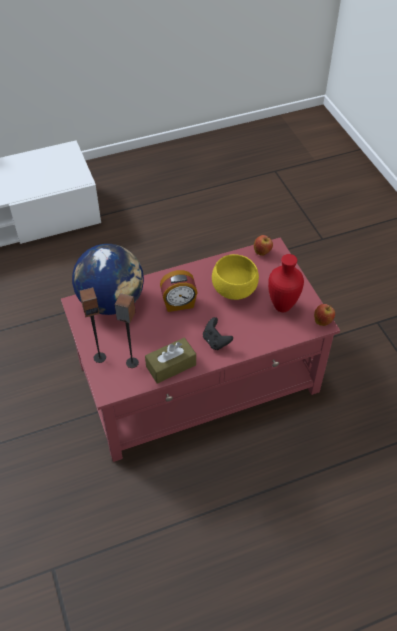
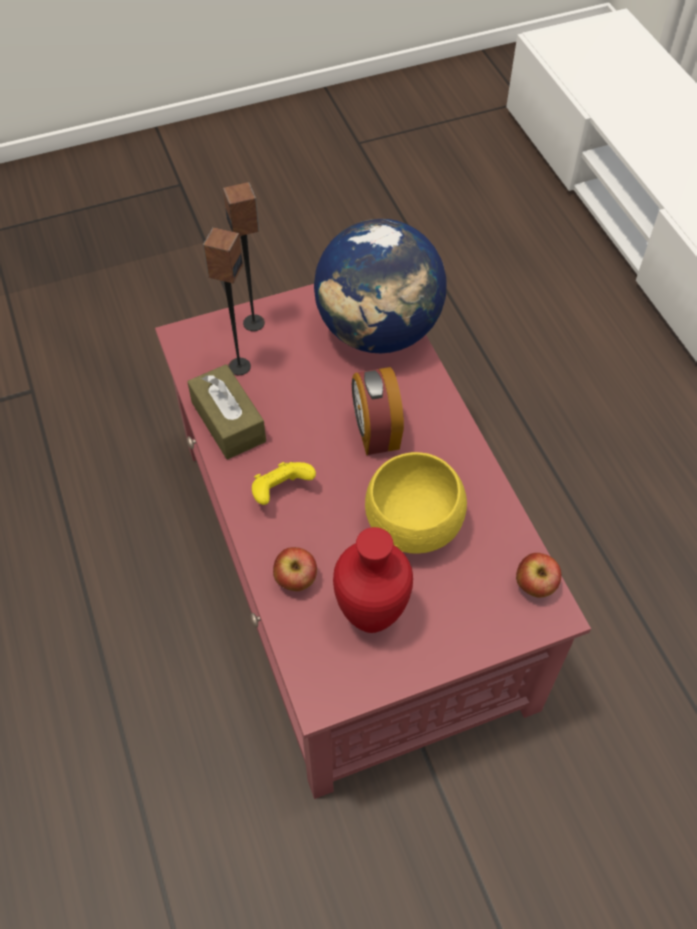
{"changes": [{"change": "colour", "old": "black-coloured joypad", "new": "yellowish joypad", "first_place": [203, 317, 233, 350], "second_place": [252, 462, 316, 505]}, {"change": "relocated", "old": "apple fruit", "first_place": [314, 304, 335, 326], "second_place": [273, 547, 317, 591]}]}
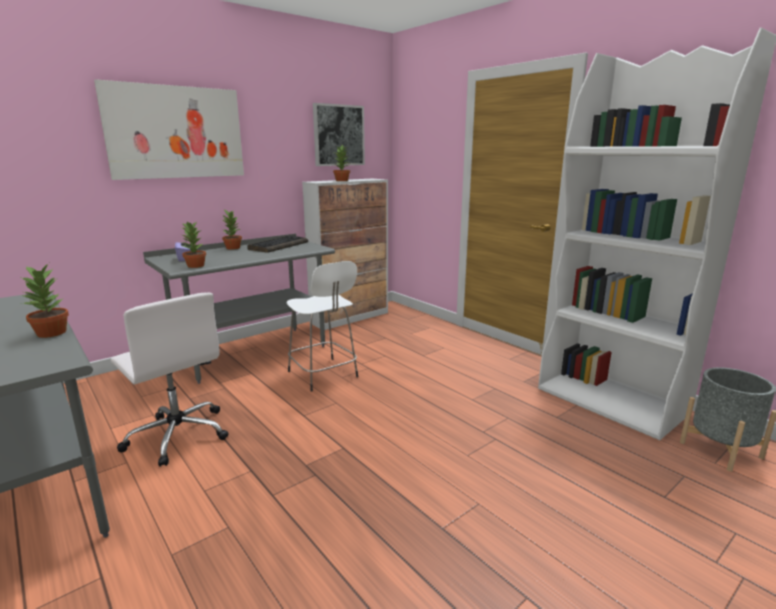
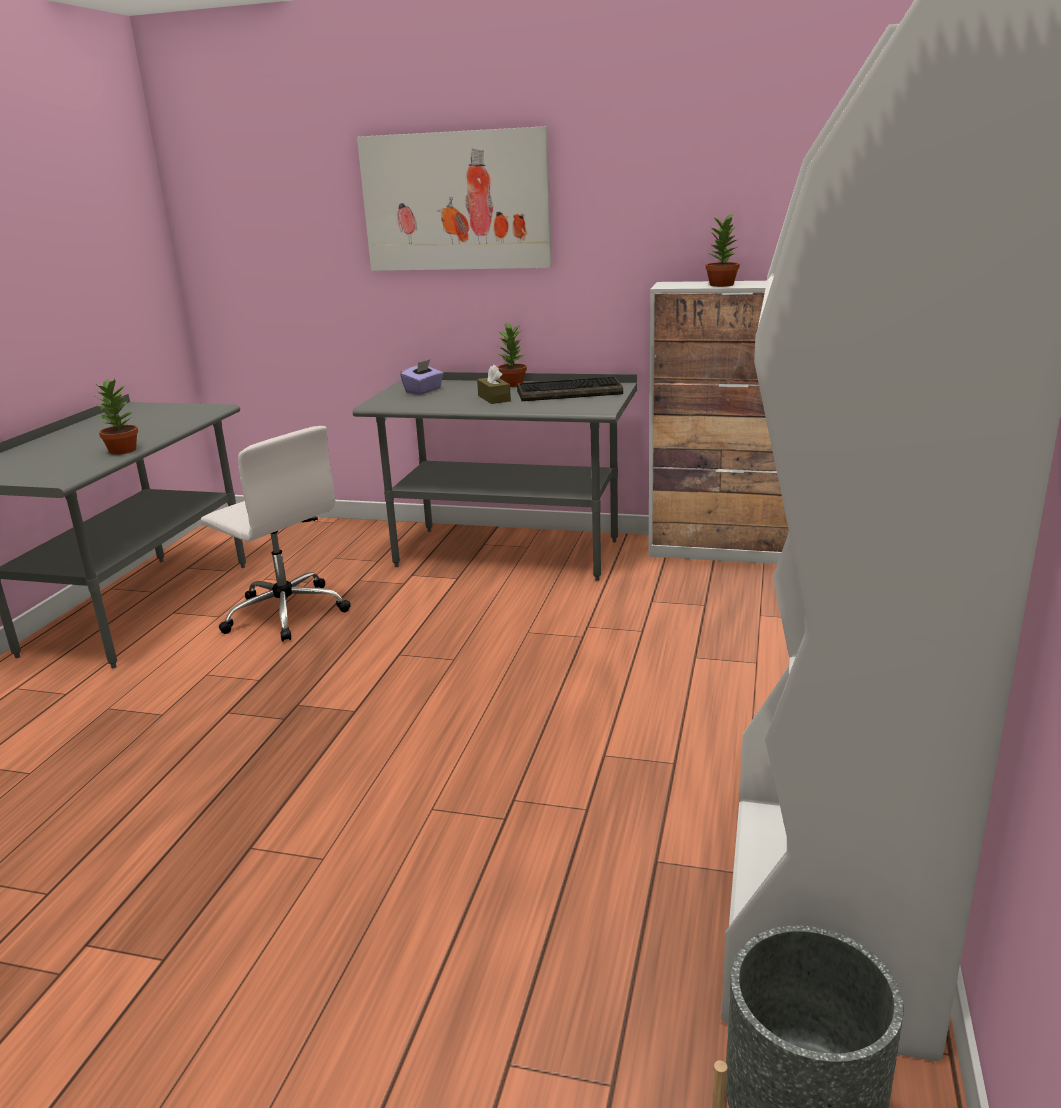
{"changes": [{"change": "spun", "old": "whitish office chair", "first_place": [111, 292, 228, 467], "second_place": [200, 426, 351, 642], "degrees": -60}, {"change": "appeared", "new": "brownish box of tissues", "second_place": [477, 365, 511, 404]}, {"change": "missing", "old": "houseplant", "first_place": [182, 222, 206, 268]}, {"change": "missing", "old": "whitish stool seat", "first_place": [287, 261, 358, 391]}, {"change": "missing", "old": "wall art", "first_place": [313, 103, 365, 166]}]}
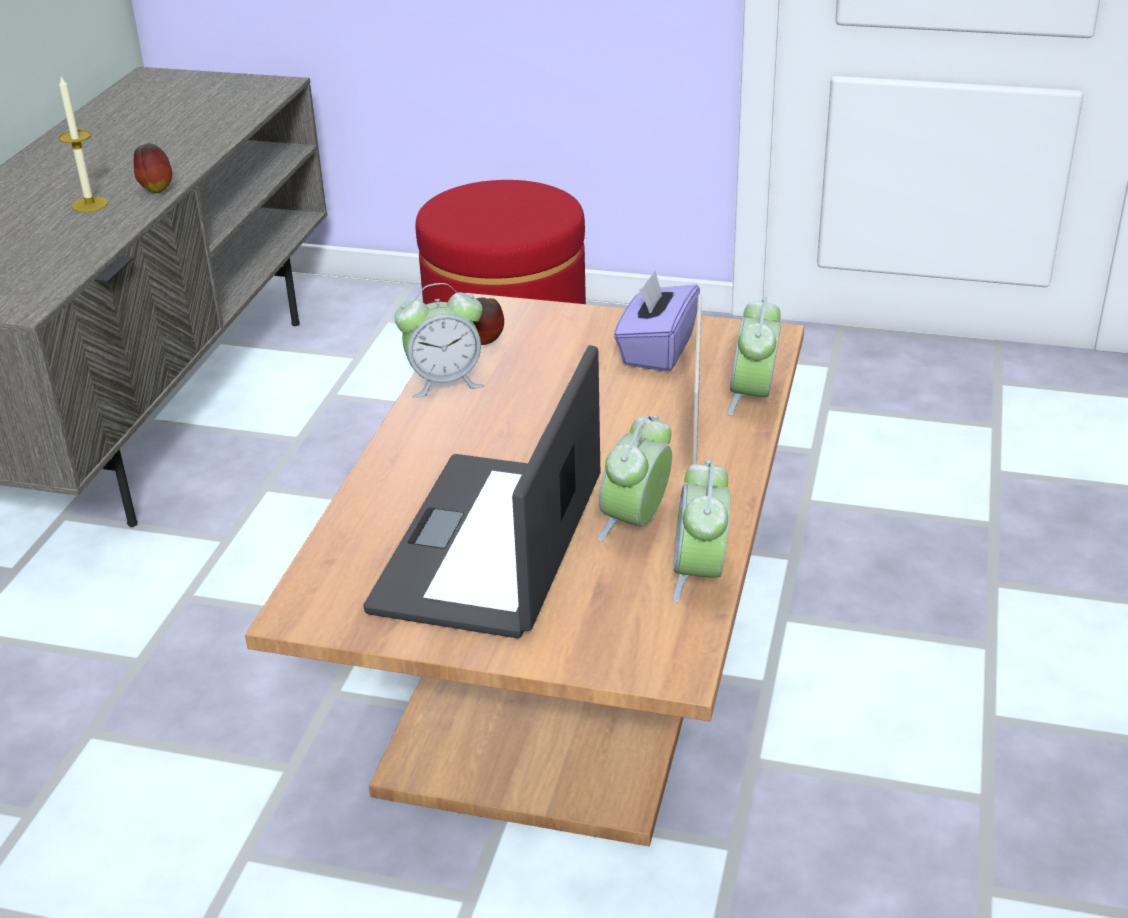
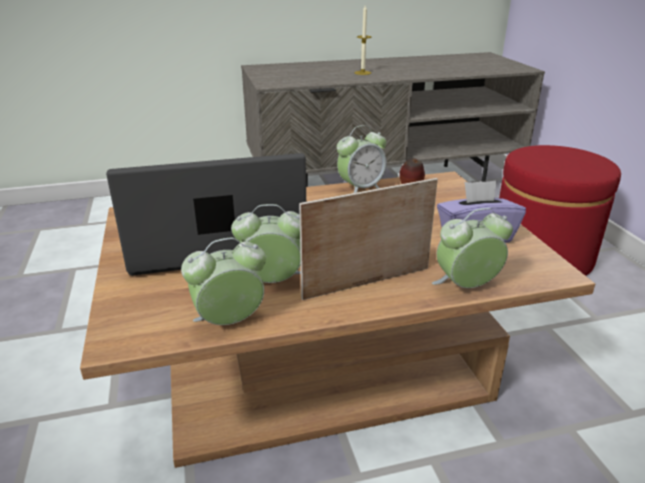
{"changes": [{"change": "spun", "old": "alarm clock", "first_place": [394, 283, 485, 398], "second_place": [337, 125, 387, 193], "degrees": -75}, {"change": "missing", "old": "apple fruit", "first_place": [134, 143, 172, 193]}]}
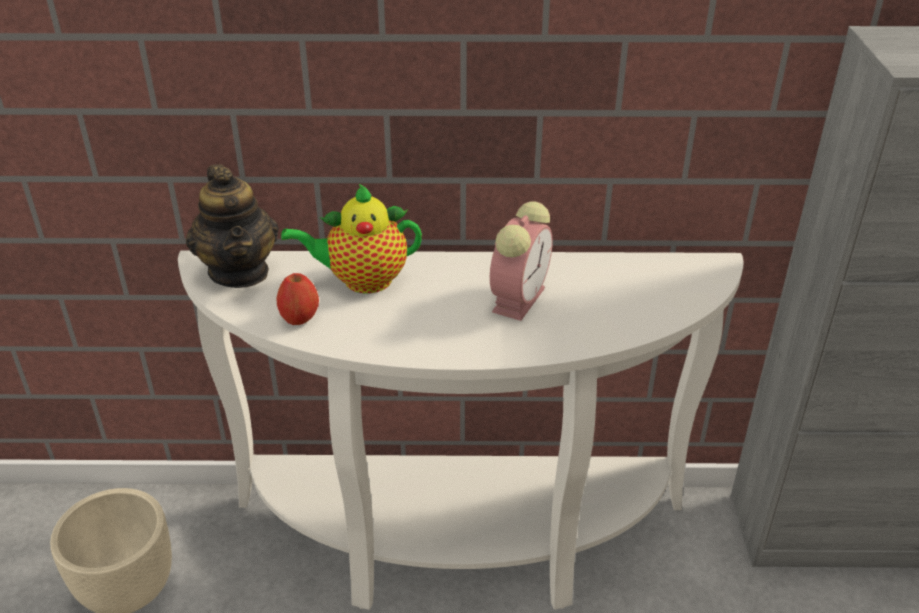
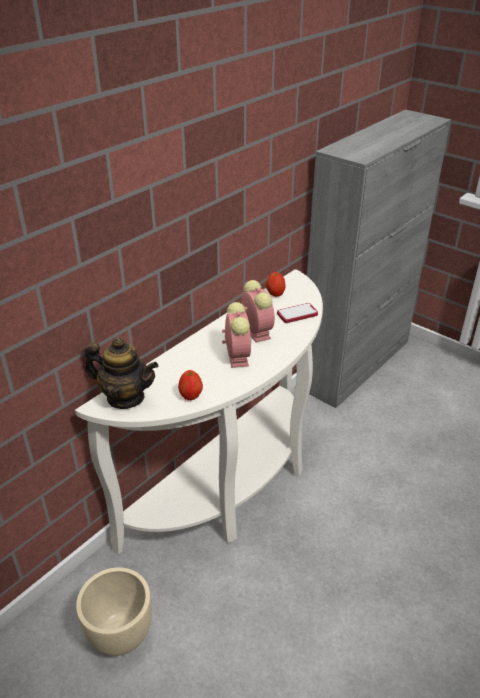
{"changes": [{"change": "appeared", "new": "alarm clock", "second_place": [222, 302, 251, 368]}, {"change": "appeared", "new": "apple fruit", "second_place": [266, 272, 286, 297]}, {"change": "appeared", "new": "handset", "second_place": [277, 303, 318, 323]}, {"change": "missing", "old": "pot for tea", "first_place": [281, 184, 422, 293]}]}
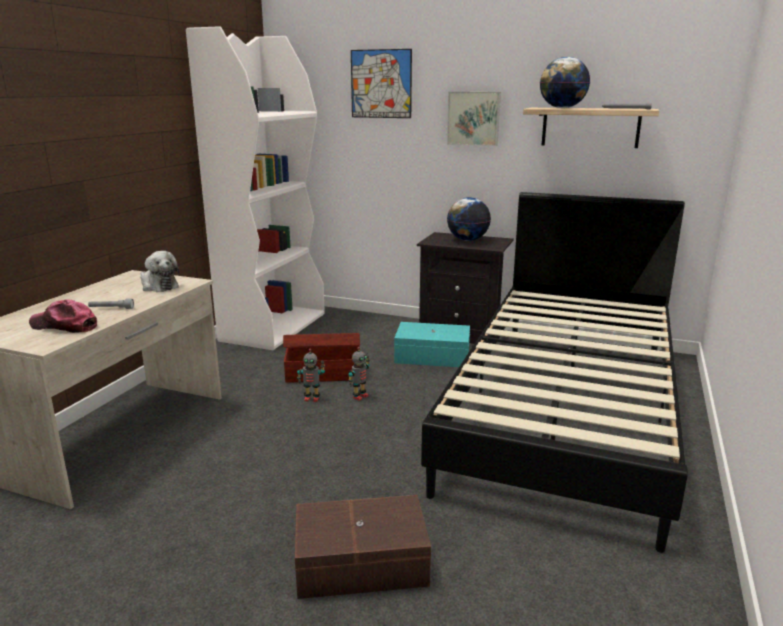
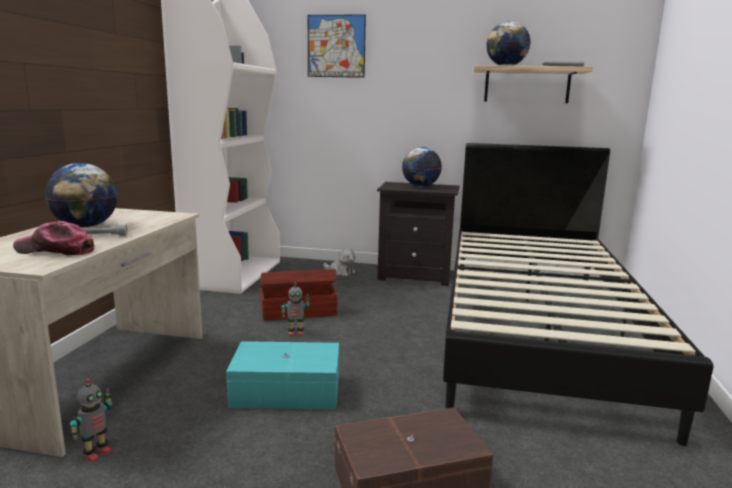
{"changes": [{"change": "appeared", "new": "globe", "second_place": [45, 163, 118, 228]}, {"change": "relocated", "old": "model robot", "first_place": [348, 347, 370, 401], "second_place": [70, 379, 112, 462]}, {"change": "relocated", "old": "turquoise storage container", "first_place": [394, 322, 470, 367], "second_place": [226, 341, 339, 409]}, {"change": "relocated", "old": "plush toy", "first_place": [140, 251, 179, 292], "second_place": [323, 249, 356, 276]}, {"change": "missing", "old": "wall art", "first_place": [447, 92, 501, 146]}]}
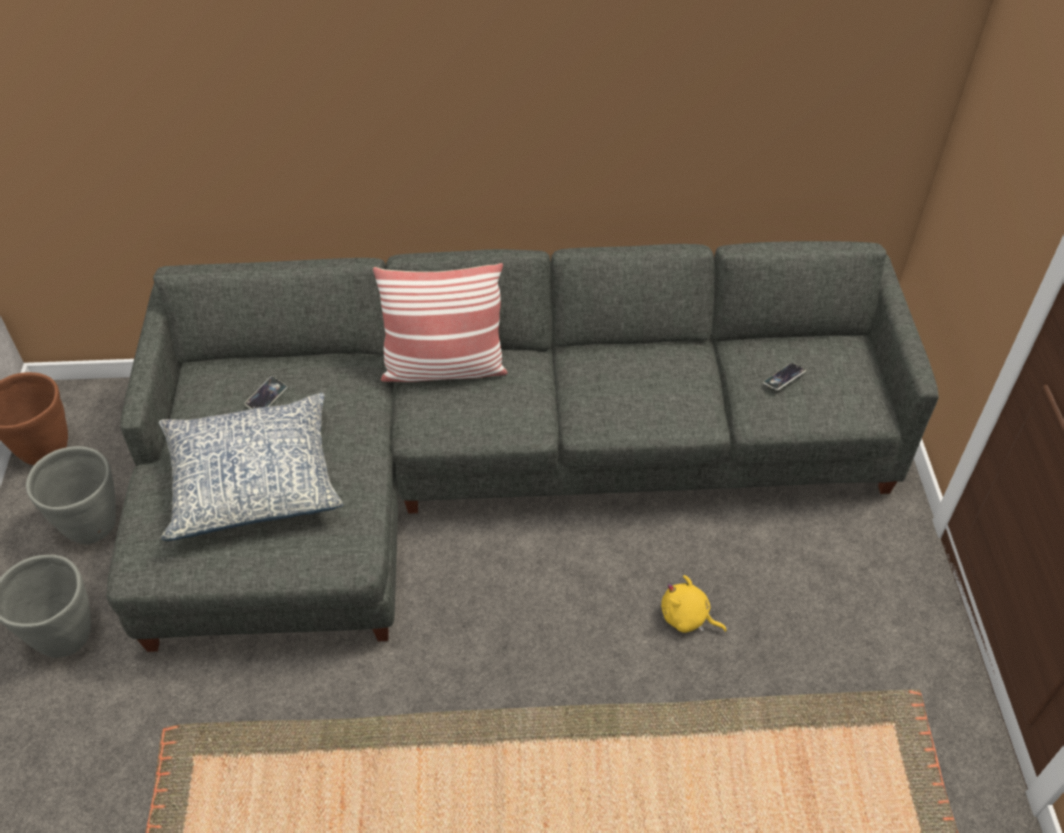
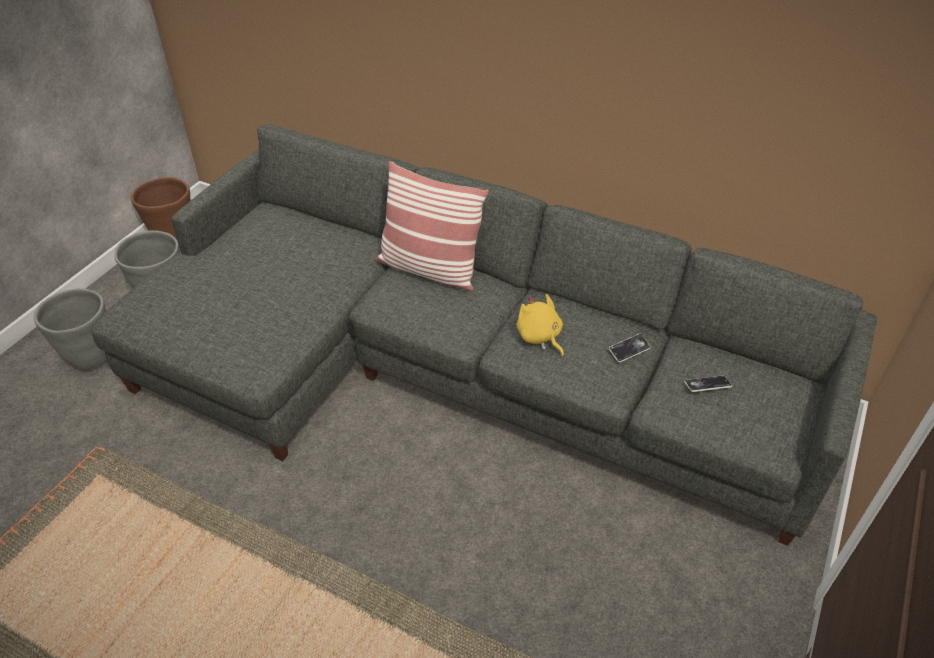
{"changes": [{"change": "relocated", "old": "yellowish plush toy", "first_place": [661, 575, 727, 633], "second_place": [517, 294, 564, 357]}, {"change": "relocated", "old": "handset", "first_place": [245, 376, 287, 409], "second_place": [609, 334, 651, 363]}, {"change": "missing", "old": "cushion", "first_place": [159, 393, 344, 541]}]}
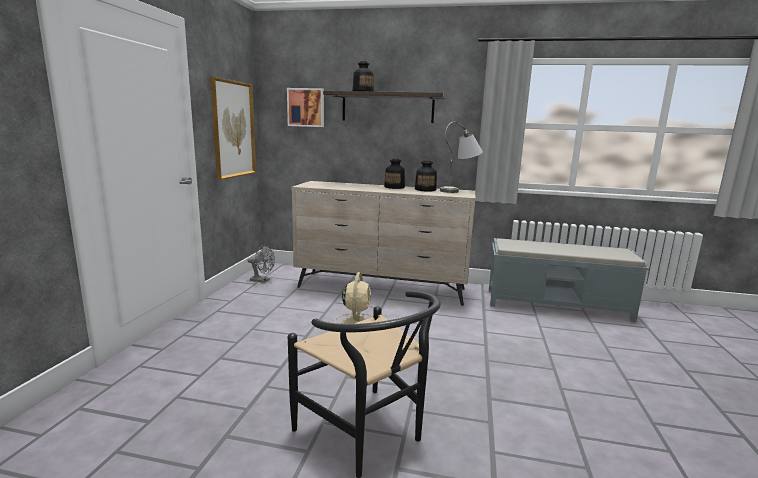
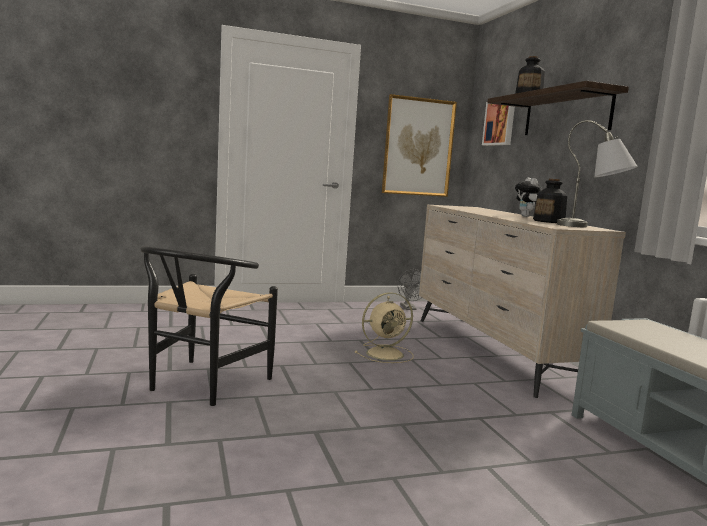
{"changes": [{"change": "exchanged", "old": "drink bottle", "new": "plush toy", "first_place": [384, 158, 405, 189], "second_place": [515, 178, 542, 217]}]}
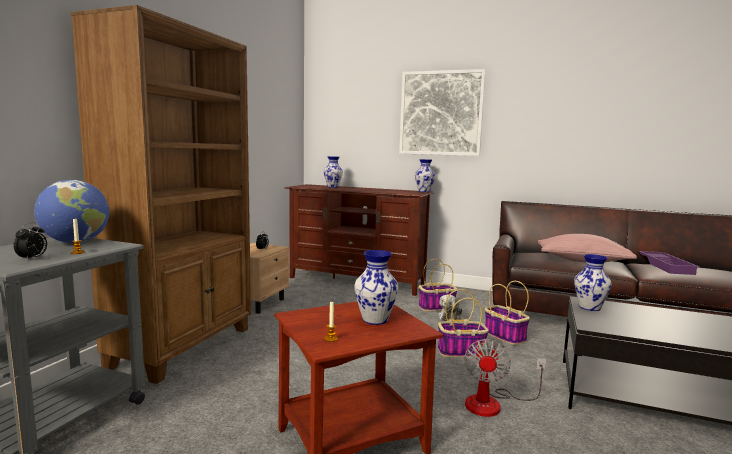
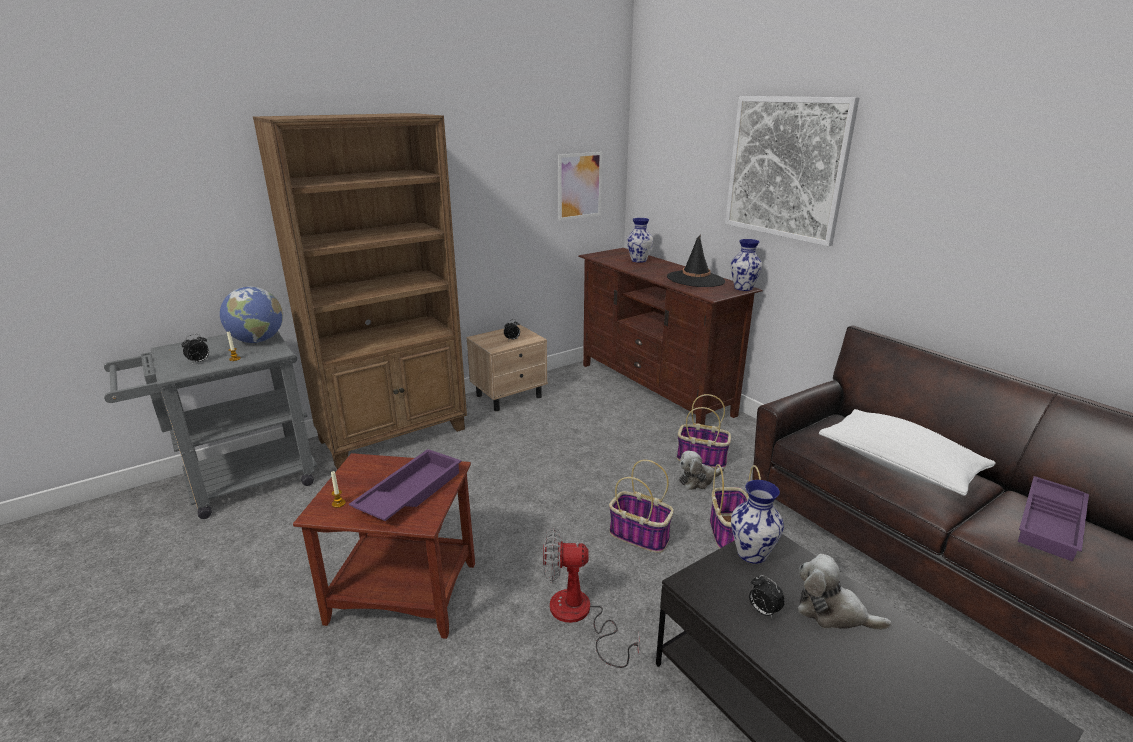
{"changes": [{"change": "exchanged", "old": "decorative vase", "new": "purple-coloured serving tray", "first_place": [354, 250, 399, 325], "second_place": [349, 449, 461, 521]}, {"change": "spun", "old": "electric fan", "first_place": [464, 339, 546, 417], "second_place": [543, 528, 640, 668], "degrees": 45}, {"change": "appeared", "new": "wall art", "second_place": [558, 152, 602, 221]}, {"change": "appeared", "new": "black-coloured hat", "second_place": [667, 235, 725, 287]}, {"change": "appeared", "new": "alarm clock", "second_place": [749, 575, 785, 619]}, {"change": "appeared", "new": "plush toy", "second_place": [798, 554, 892, 630]}, {"change": "colour", "old": "pink-coloured cushion", "new": "whitish cushion", "first_place": [538, 234, 637, 262], "second_place": [819, 409, 996, 496]}]}
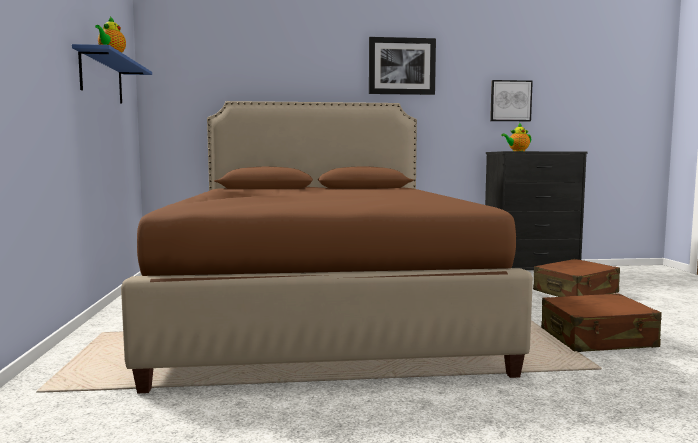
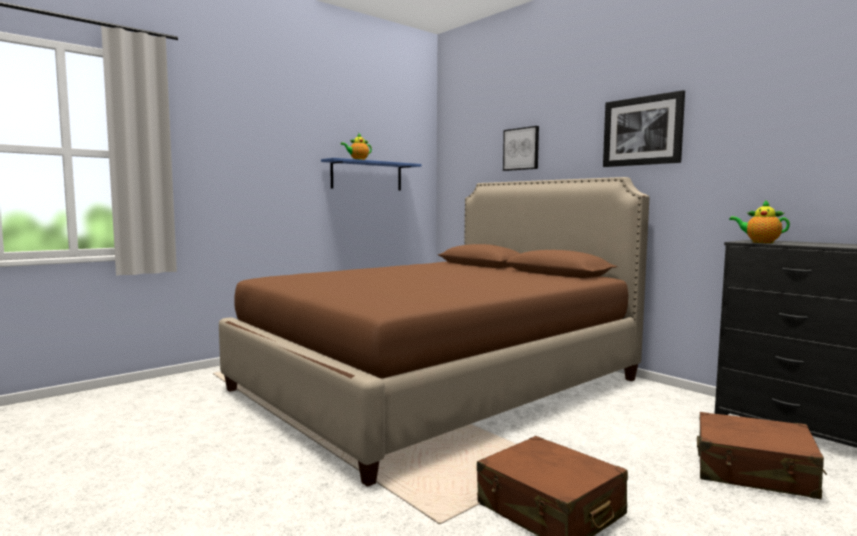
{"changes": [{"change": "relocated", "old": "wall art", "first_place": [490, 80, 533, 121], "second_place": [503, 126, 539, 171]}]}
